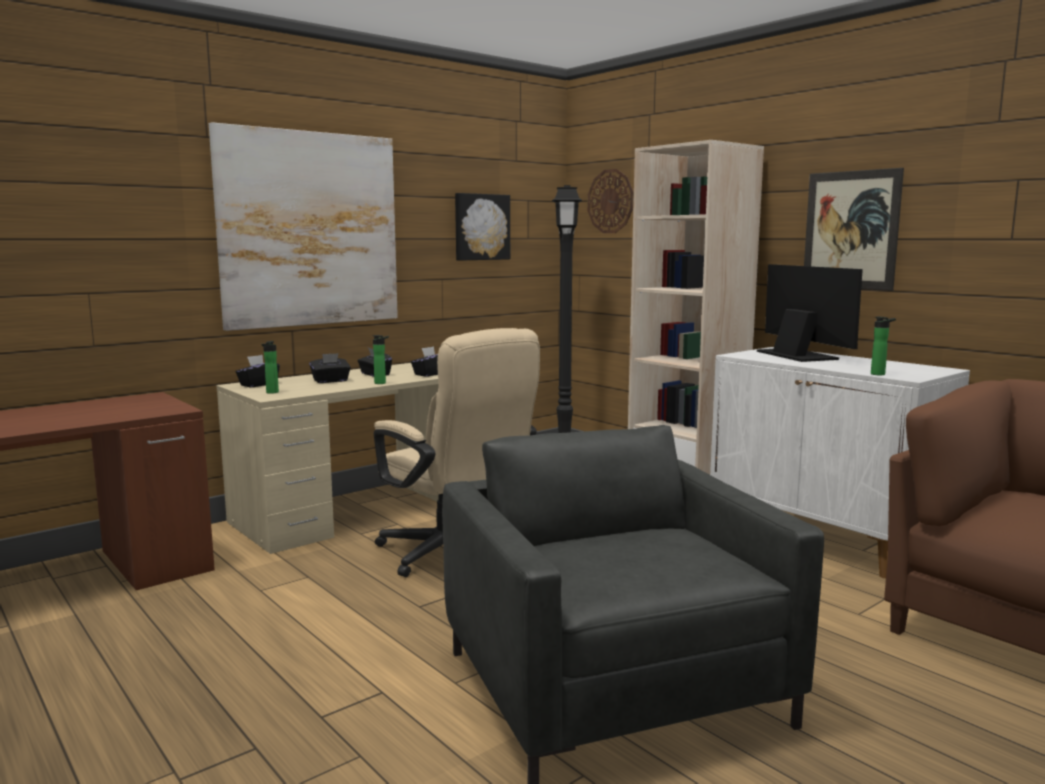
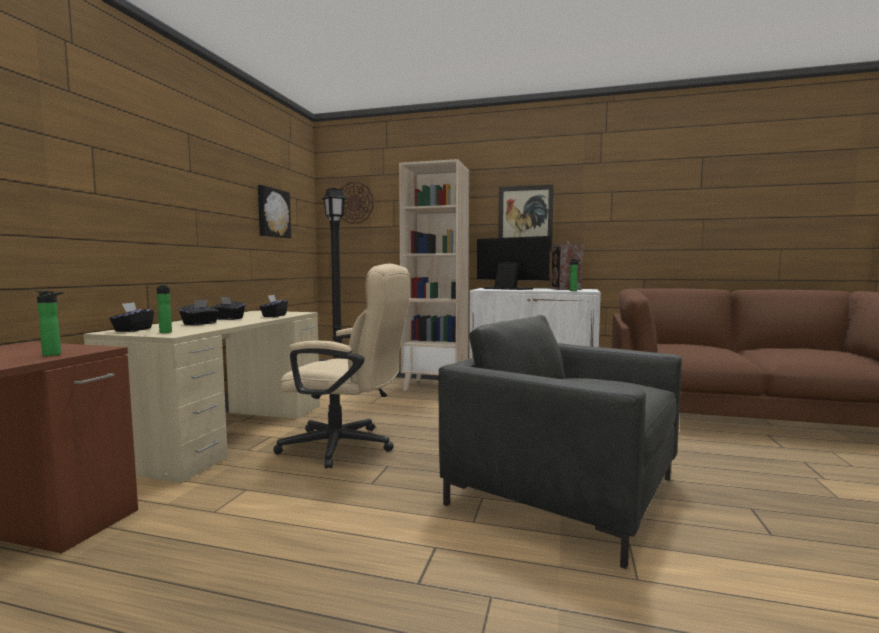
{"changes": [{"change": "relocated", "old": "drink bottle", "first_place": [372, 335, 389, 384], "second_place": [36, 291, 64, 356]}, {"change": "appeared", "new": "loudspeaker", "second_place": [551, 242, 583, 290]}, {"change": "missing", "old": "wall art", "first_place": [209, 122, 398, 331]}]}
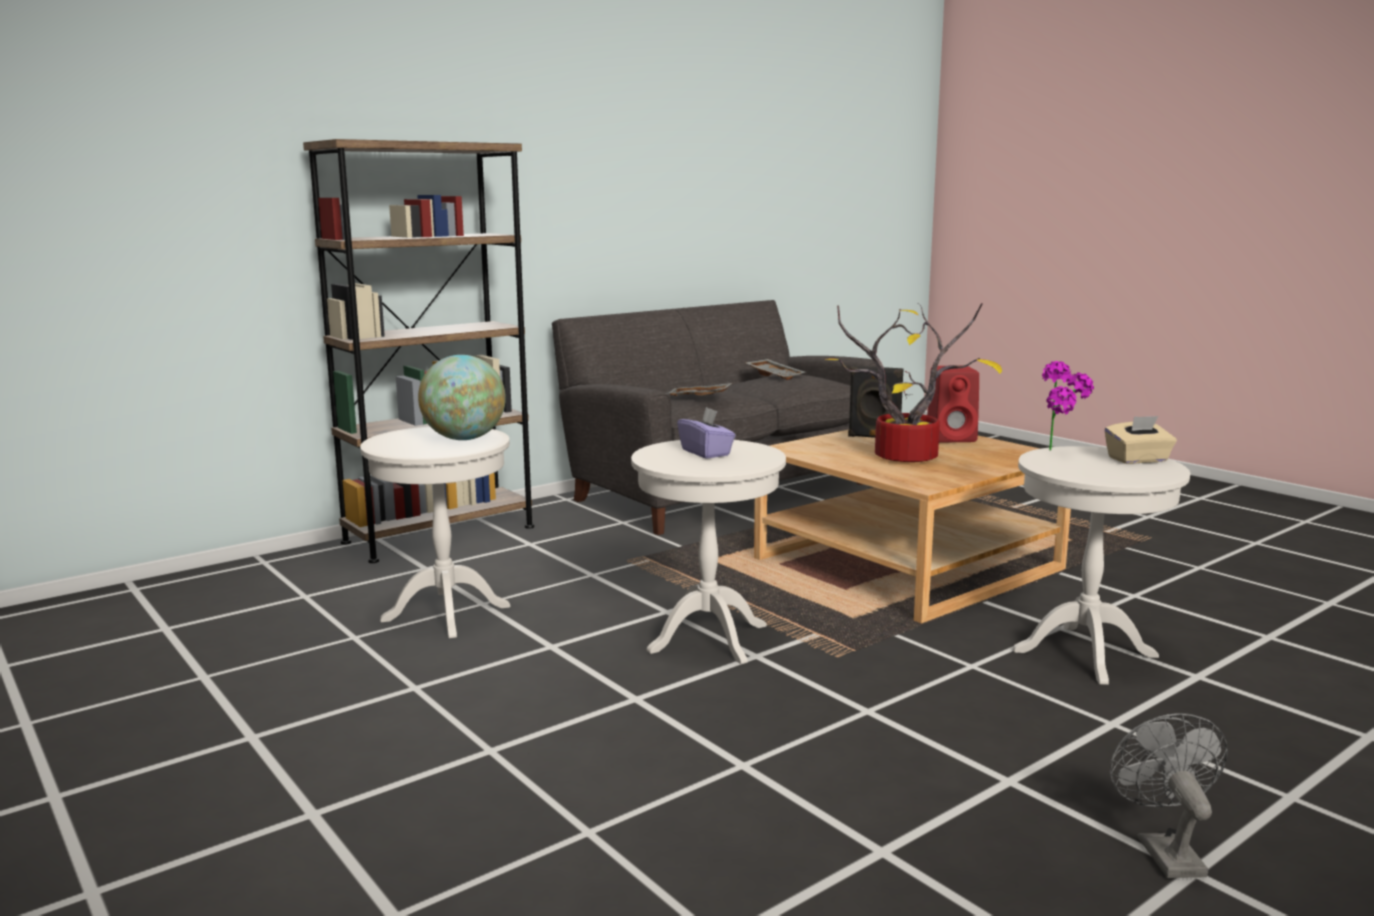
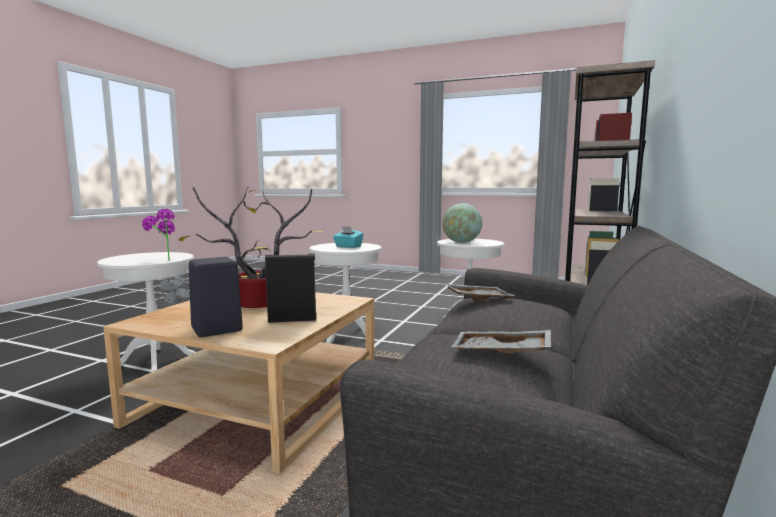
{"changes": [{"change": "colour", "old": "reddish loudspeaker", "new": "black-coloured loudspeaker", "first_place": [927, 366, 979, 443], "second_place": [189, 257, 243, 337]}, {"change": "colour", "old": "purple-coloured box of tissues", "new": "turquoise box of tissues", "first_place": [677, 407, 736, 459], "second_place": [333, 226, 364, 248]}, {"change": "missing", "old": "sand-coloured box of tissues", "first_place": [1105, 416, 1177, 464]}]}
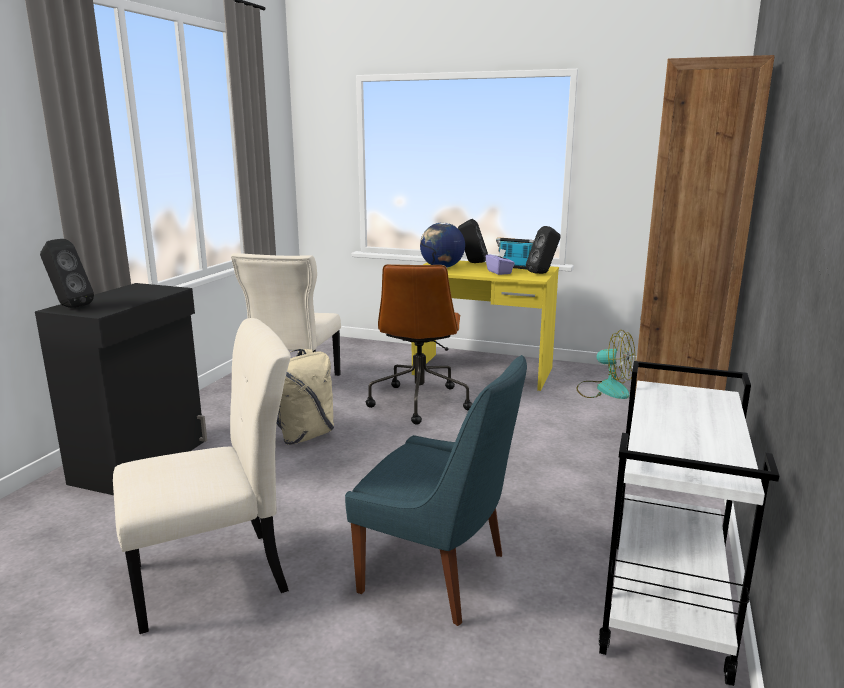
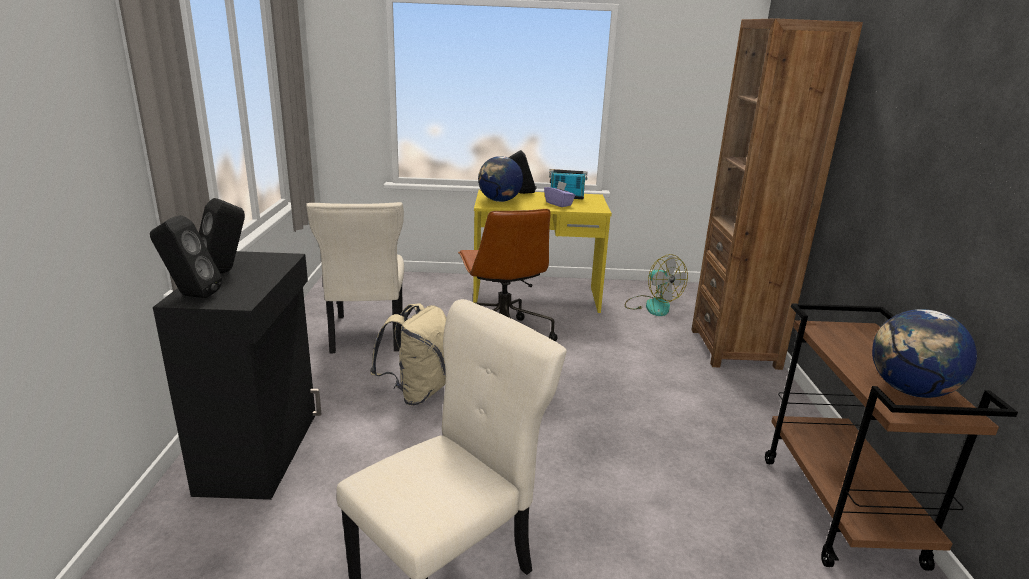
{"changes": [{"change": "relocated", "old": "black-coloured loudspeaker", "first_place": [526, 226, 561, 274], "second_place": [199, 198, 245, 274]}, {"change": "spun", "old": "electric fan", "first_place": [576, 330, 635, 399], "second_place": [625, 254, 688, 316], "degrees": 45}, {"change": "colour", "old": "whitish cart", "new": "brownish cart", "first_place": [599, 361, 779, 686], "second_place": [765, 303, 1018, 571]}, {"change": "appeared", "new": "globe", "second_place": [872, 309, 977, 398]}, {"change": "missing", "old": "blue-coloured plain chair", "first_place": [345, 355, 527, 626]}]}
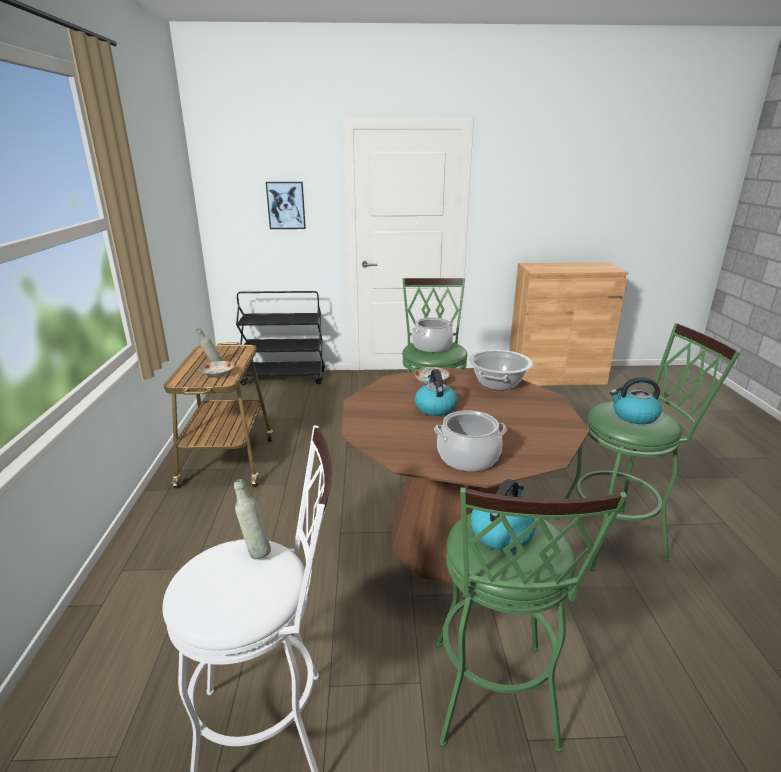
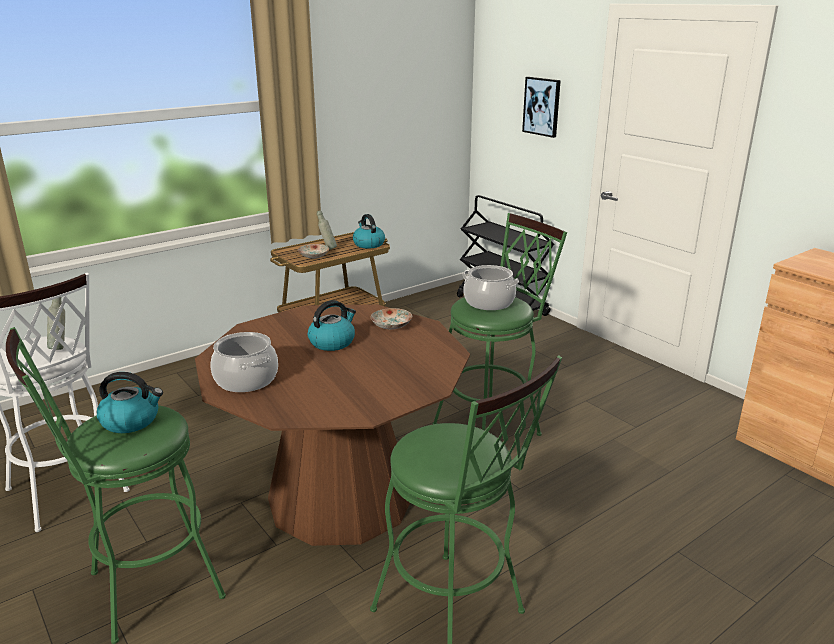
{"changes": [{"change": "relocated", "old": "tea kettle", "first_place": [610, 377, 662, 424], "second_place": [353, 214, 385, 249]}, {"change": "missing", "old": "stockpot", "first_place": [469, 350, 533, 390]}]}
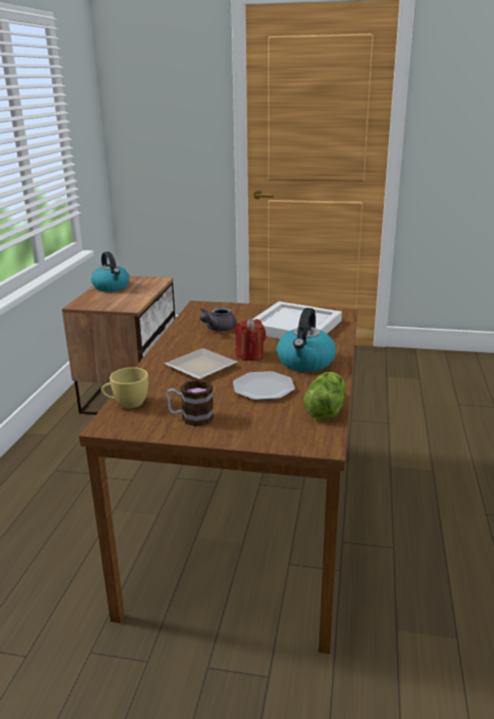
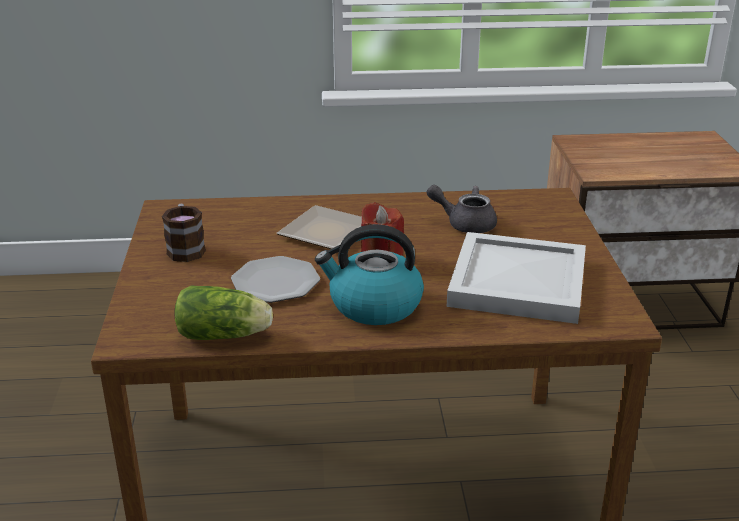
{"changes": [{"change": "missing", "old": "tea kettle", "first_place": [91, 252, 129, 292]}, {"change": "missing", "old": "yellowish drinking cup", "first_place": [101, 367, 148, 408]}]}
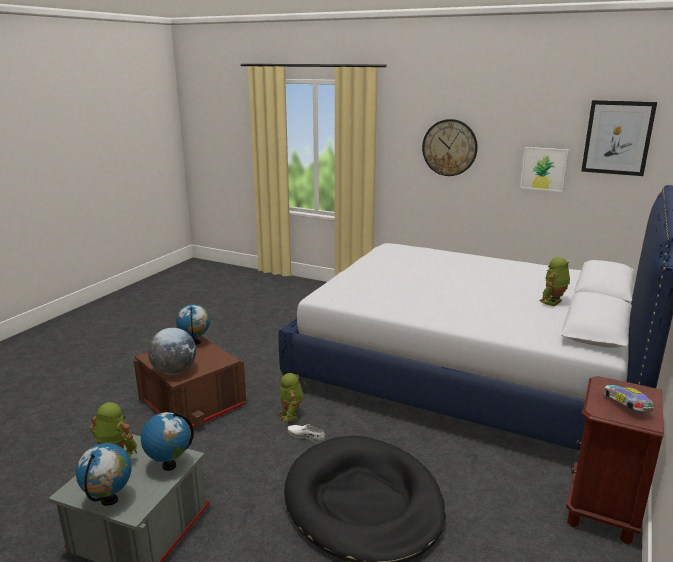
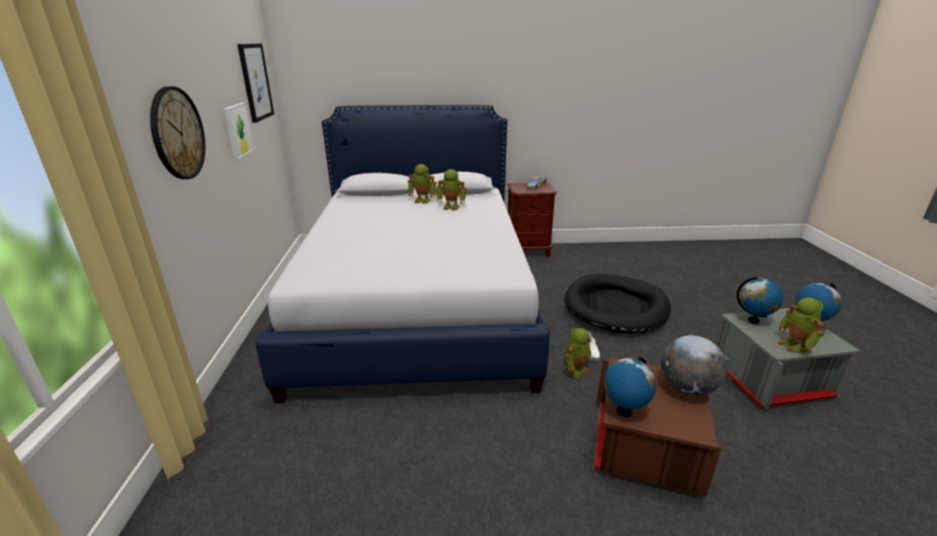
{"changes": [{"change": "appeared", "new": "model robot", "second_place": [436, 169, 466, 211]}]}
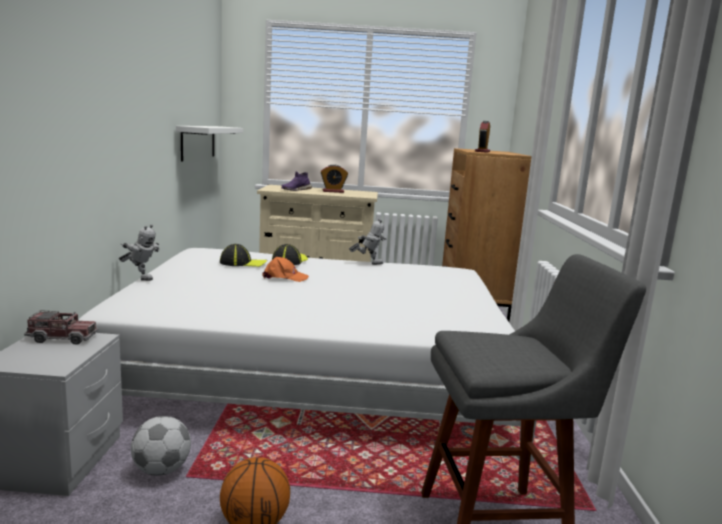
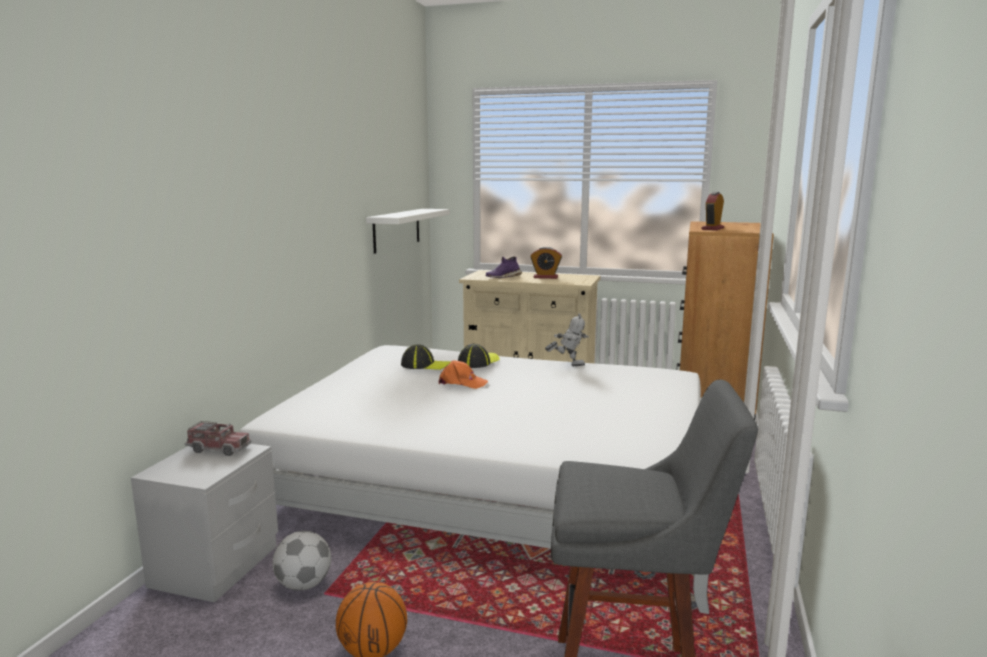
{"changes": [{"change": "missing", "old": "model robot", "first_place": [119, 224, 159, 281]}]}
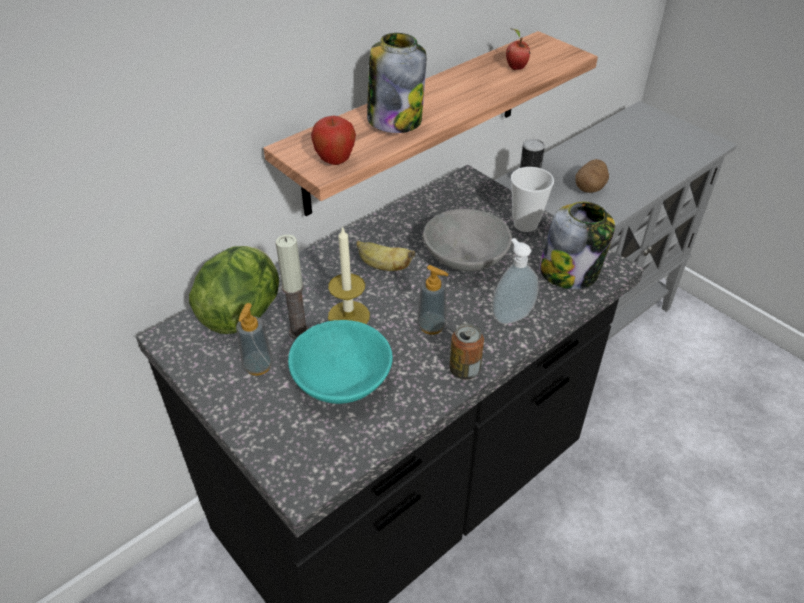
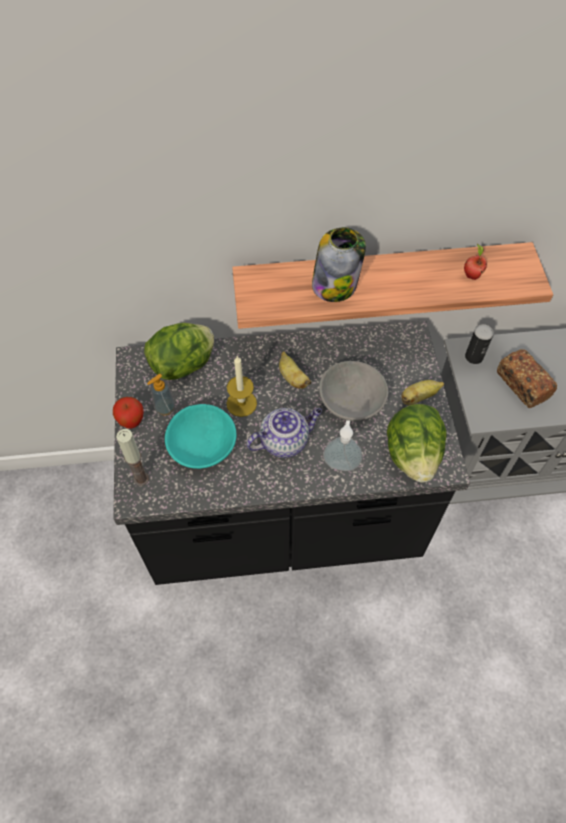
{"changes": [{"change": "relocated", "old": "apple fruit", "first_place": [311, 116, 356, 165], "second_place": [113, 397, 143, 429]}, {"change": "relocated", "old": "wax light", "first_place": [276, 234, 309, 339], "second_place": [116, 429, 149, 486]}, {"change": "exchanged", "old": "soap bottle", "new": "pot for tea", "first_place": [417, 265, 449, 334], "second_place": [247, 408, 322, 458]}, {"change": "exchanged", "old": "storage jar", "new": "head of lettuce", "first_place": [539, 202, 615, 289], "second_place": [387, 404, 447, 482]}, {"change": "exchanged", "old": "drinking cup", "new": "banana fruit", "first_place": [511, 167, 554, 232], "second_place": [402, 380, 444, 405]}, {"change": "exchanged", "old": "potato", "new": "bread", "first_place": [575, 159, 609, 193], "second_place": [497, 349, 557, 408]}, {"change": "missing", "old": "can", "first_place": [449, 323, 484, 380]}]}
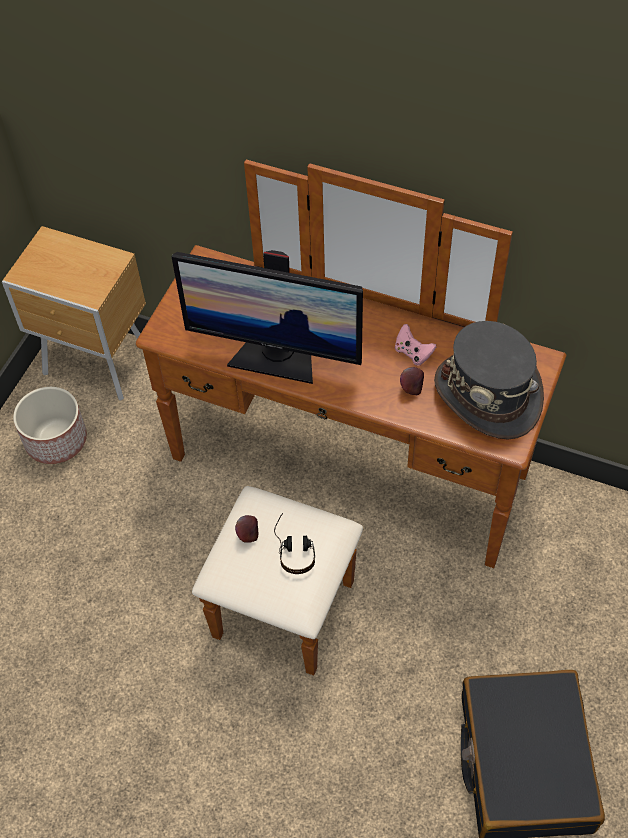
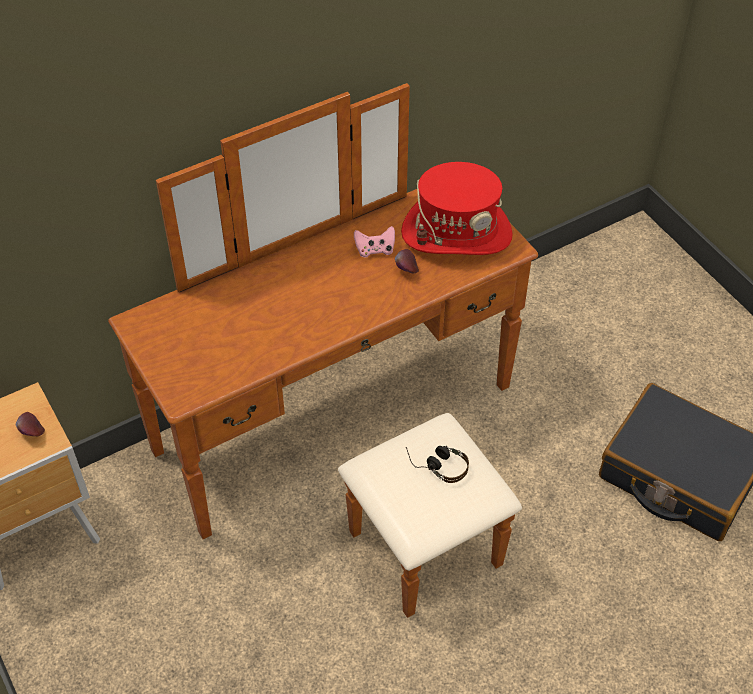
{"changes": [{"change": "relocated", "old": "apple fruit", "first_place": [235, 515, 258, 543], "second_place": [16, 412, 45, 436]}, {"change": "colour", "old": "grey hat", "new": "reddish hat", "first_place": [434, 321, 544, 440], "second_place": [401, 162, 513, 255]}, {"change": "missing", "old": "planter", "first_place": [13, 387, 87, 464]}, {"change": "missing", "old": "computer screen", "first_place": [172, 250, 363, 384]}]}
